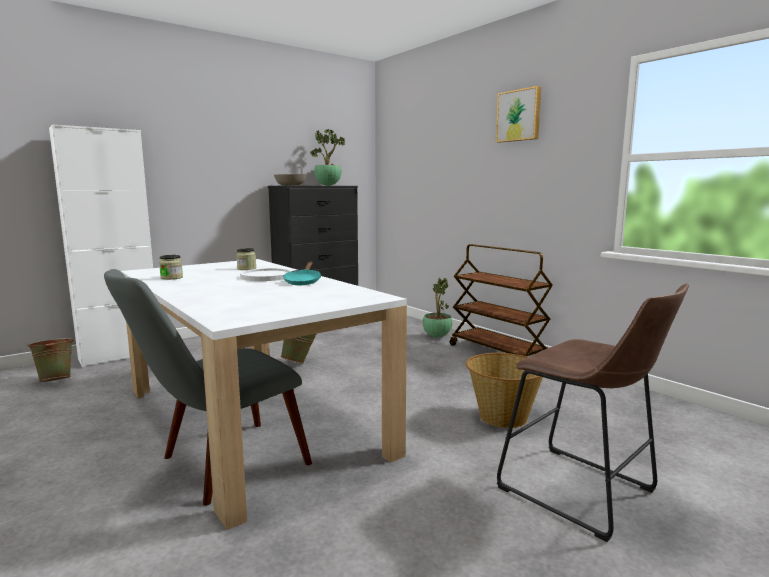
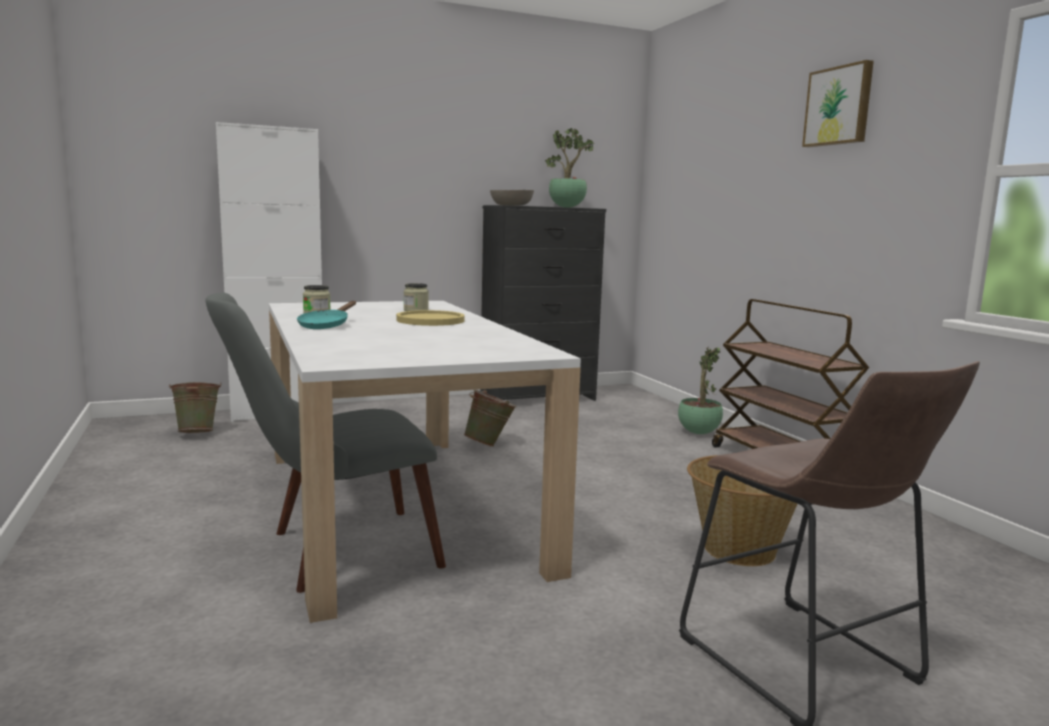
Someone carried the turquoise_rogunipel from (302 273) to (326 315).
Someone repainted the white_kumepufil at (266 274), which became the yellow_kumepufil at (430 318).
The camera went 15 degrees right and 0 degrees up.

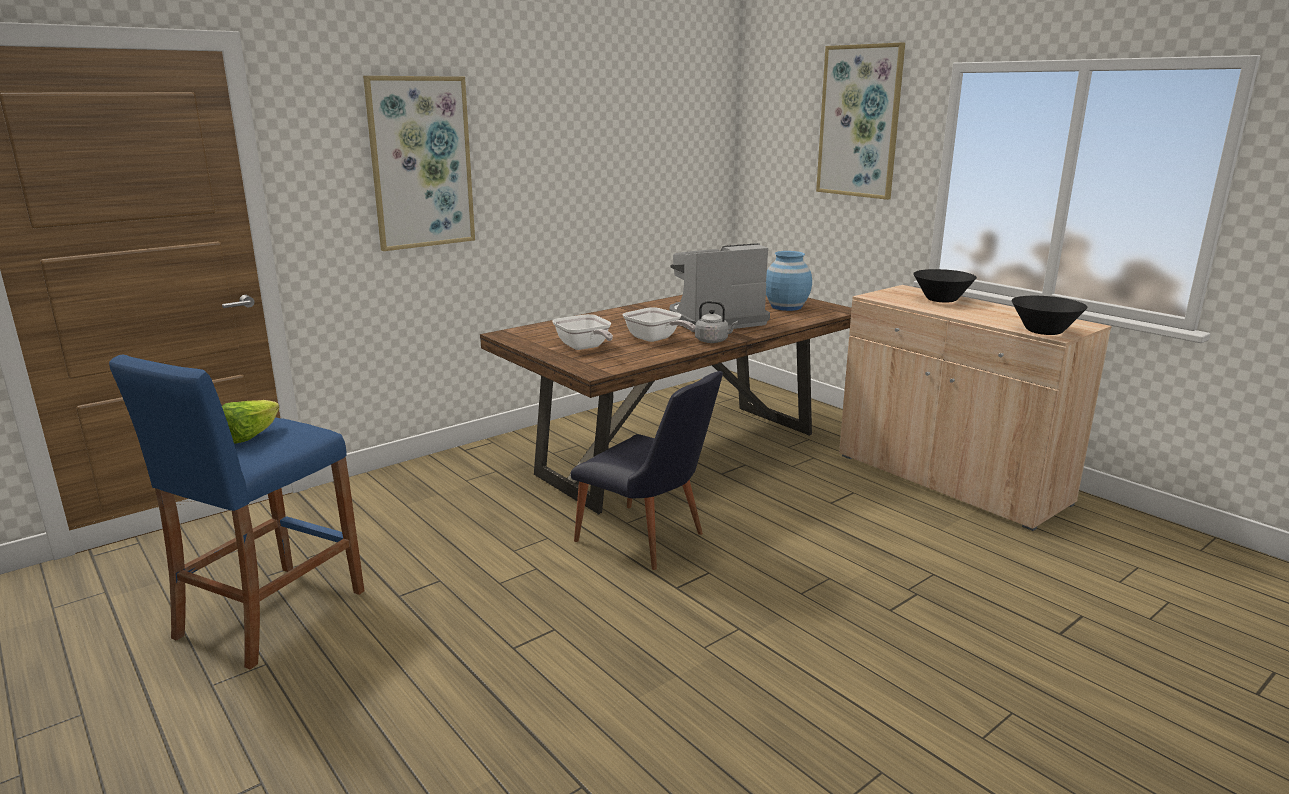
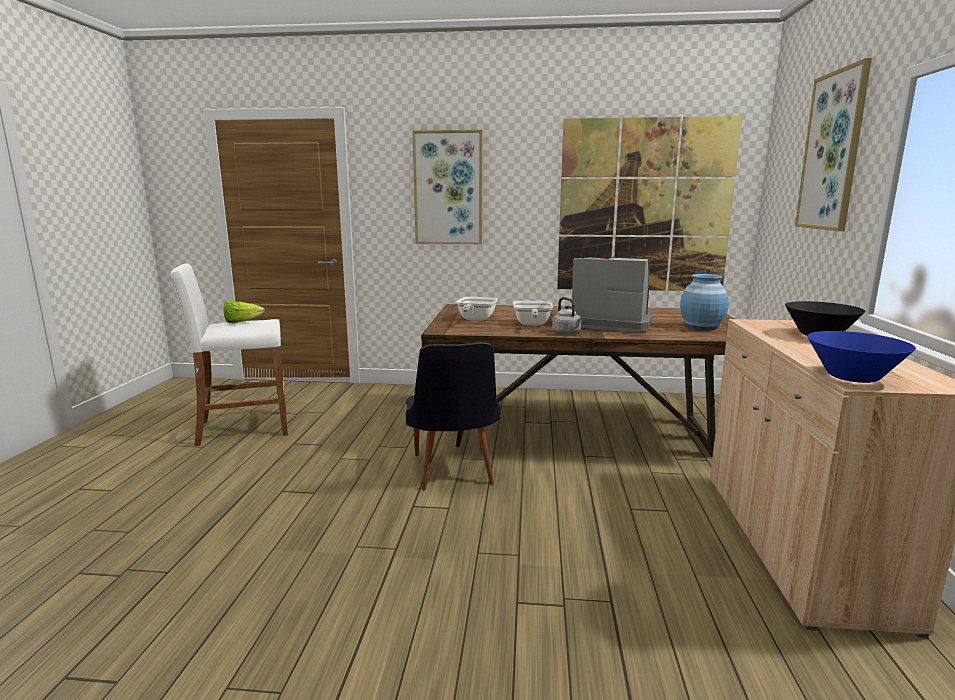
Someone repainted the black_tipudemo at (1049 315), which became the blue_tipudemo at (861 357).
Someone repainted the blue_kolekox at (236 511), which became the white_kolekox at (229 354).
Someone put up the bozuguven at (649 203).
The camera went 45 degrees right and 5 degrees down.

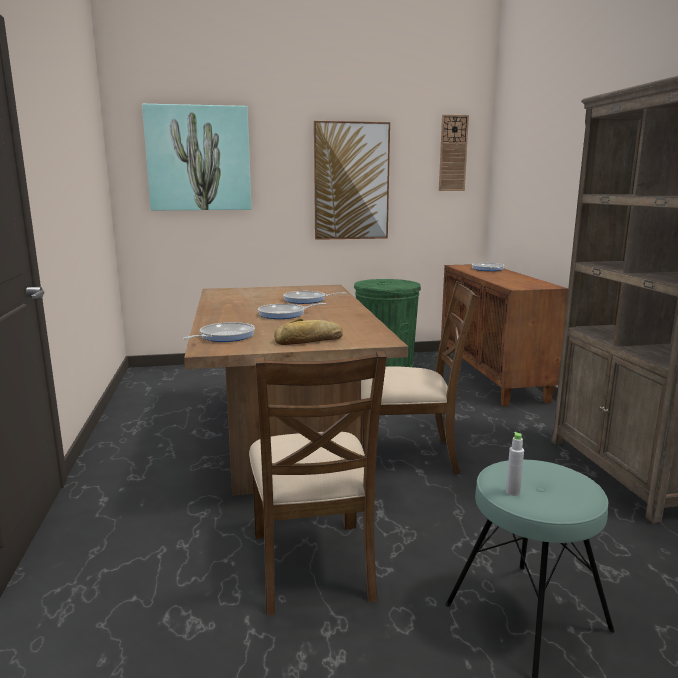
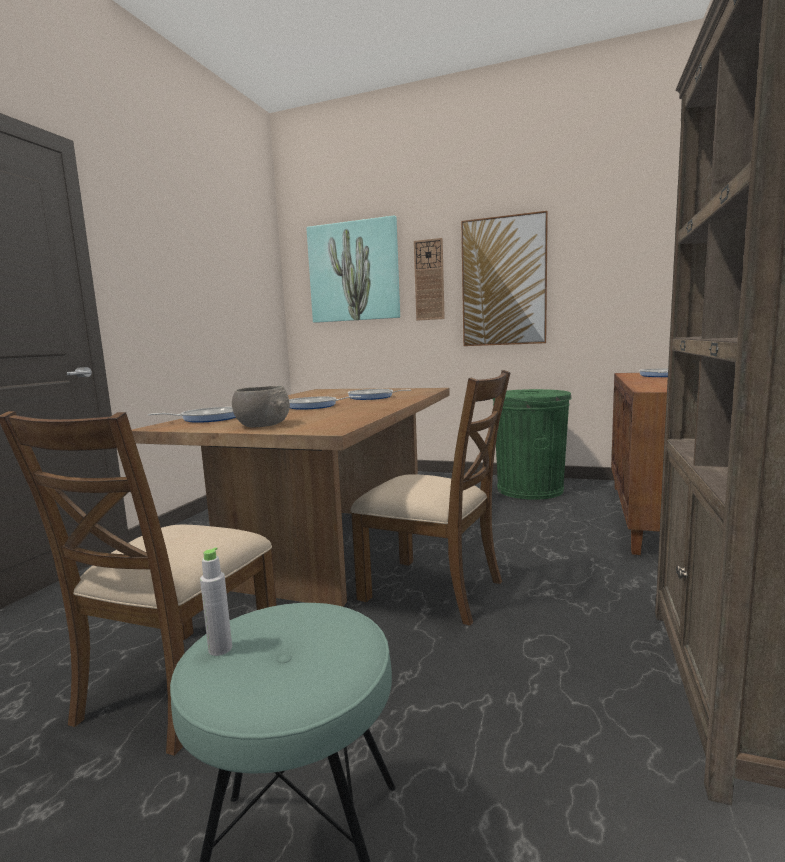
Someone carried the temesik from (454 153) to (429 279).
Someone swapped the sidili at (308 331) for the grey_tipudemo at (261 407).
The camera went 30 degrees right and 5 degrees down.

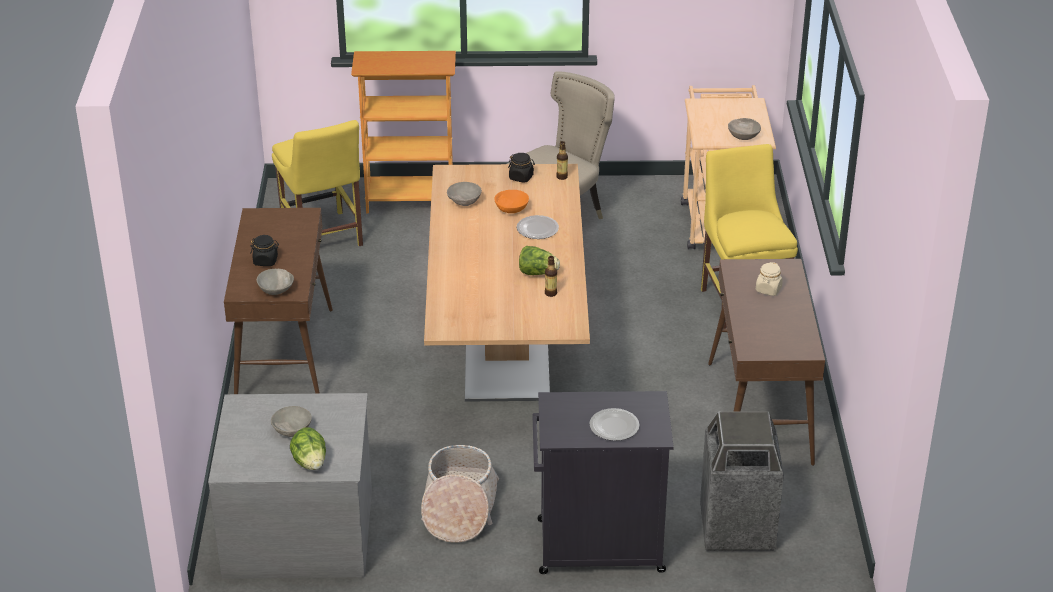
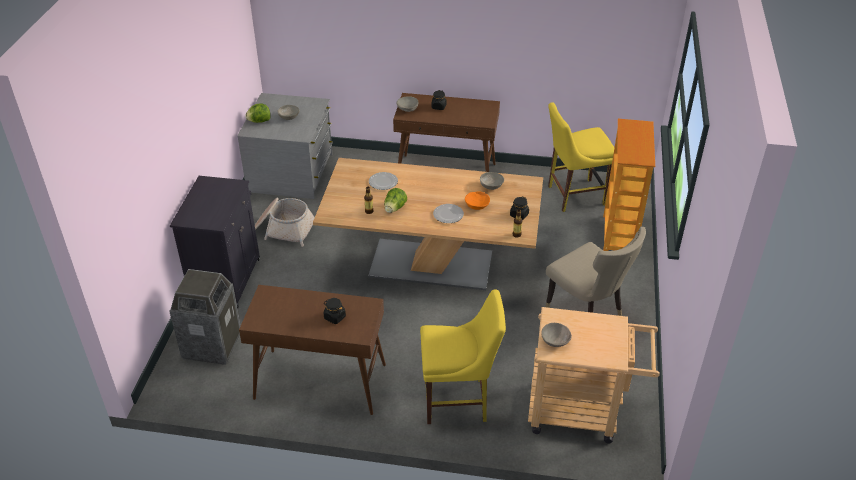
Someone repainted the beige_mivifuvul at (769 279), which became the black_mivifuvul at (335 311).
Someone carried the kumepufil from (614 424) to (383 181).
The camera went 100 degrees right and 5 degrees up.

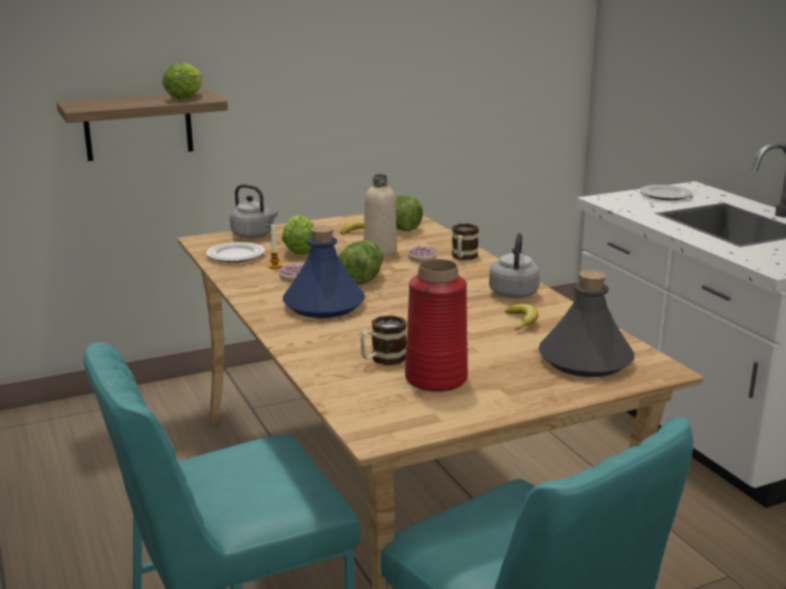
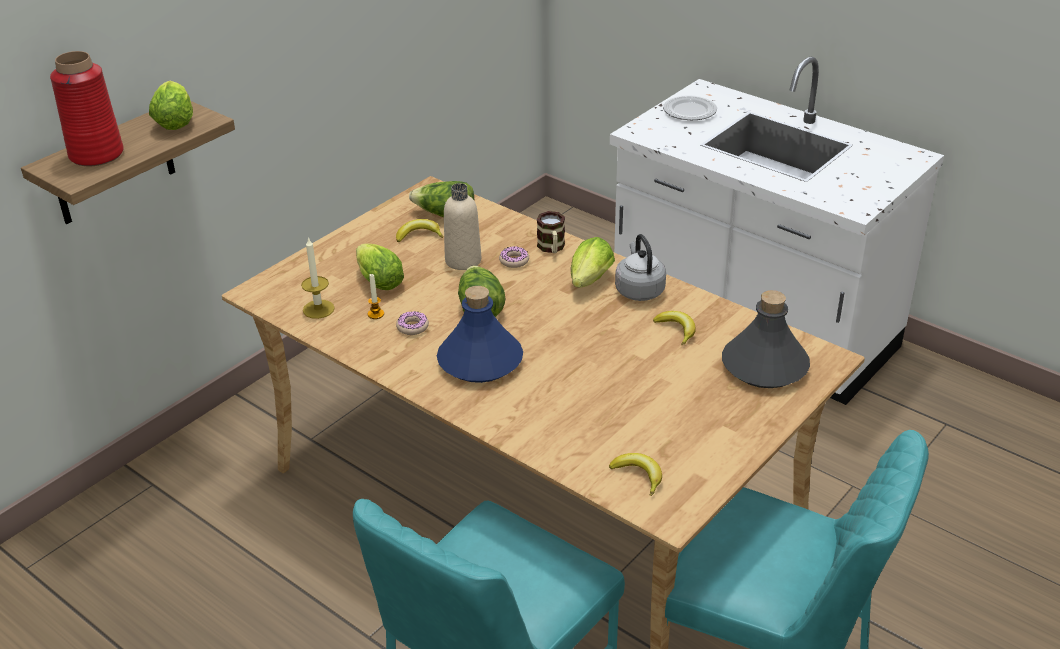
Someone took away the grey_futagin at (254 211).
Someone swapped the kumepufil at (235 252) for the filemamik at (318 278).
Someone carried the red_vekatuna from (436 325) to (87 108).
Someone took away the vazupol at (383 340).
Someone put down the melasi at (593 262).
Someone put down the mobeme at (635 474).
The camera went 25 degrees left and 15 degrees up.

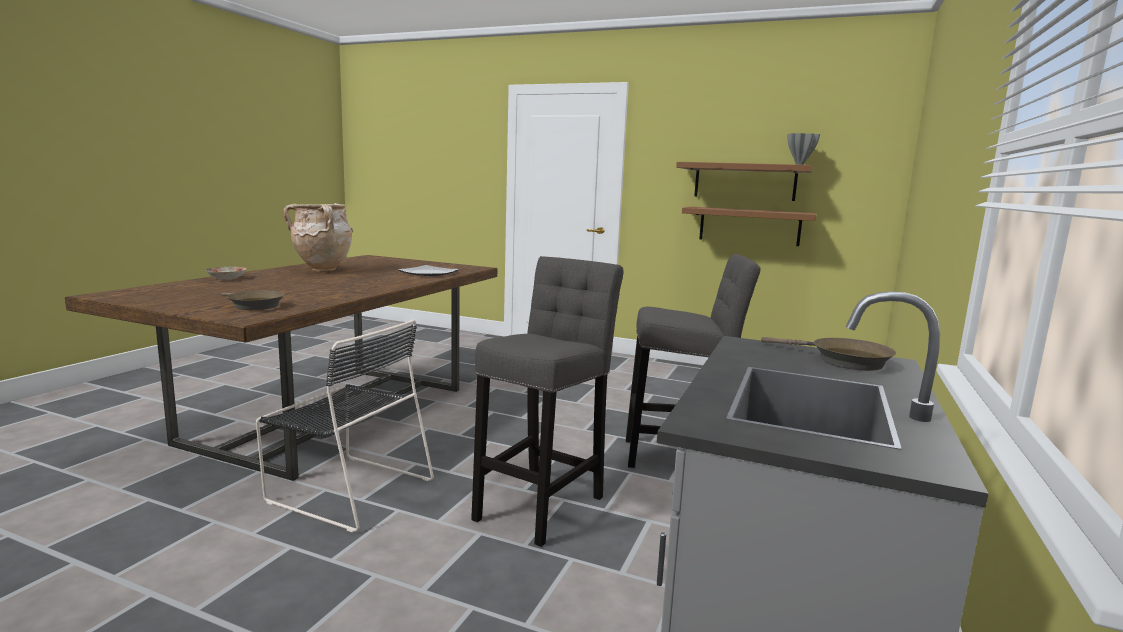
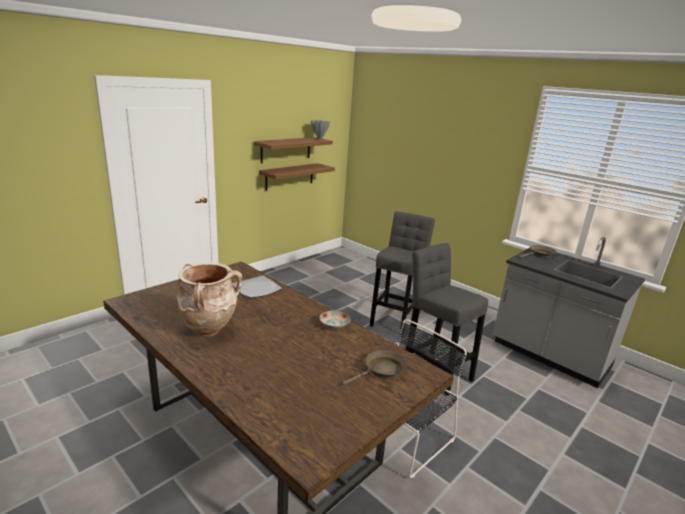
Someone carried the kumepufil from (226 273) to (335 320).
The camera went 70 degrees left and 10 degrees up.

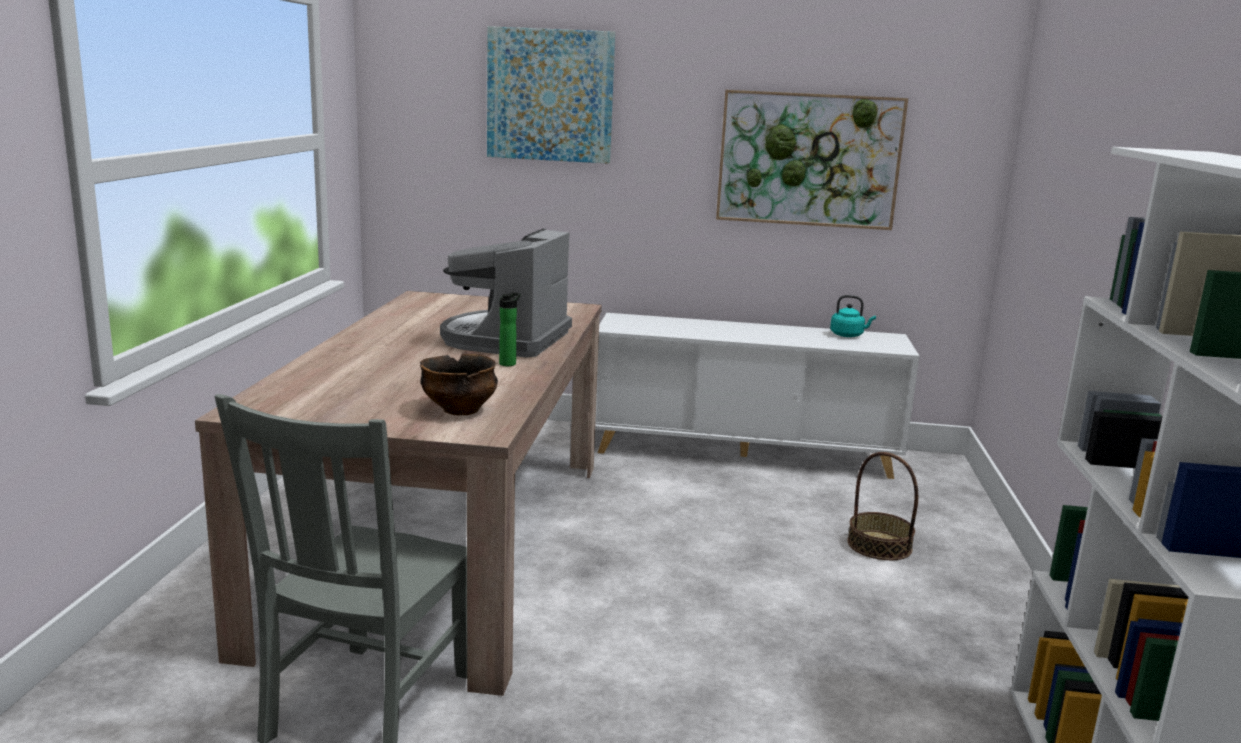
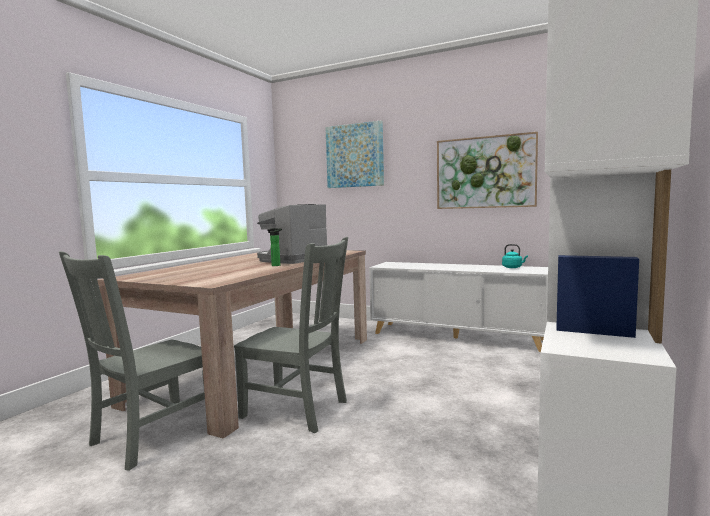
Someone took away the tipudemo at (459 384).
Someone took away the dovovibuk at (882 506).
Someone put down the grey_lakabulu at (291 335).
The camera went 20 degrees right and 10 degrees down.

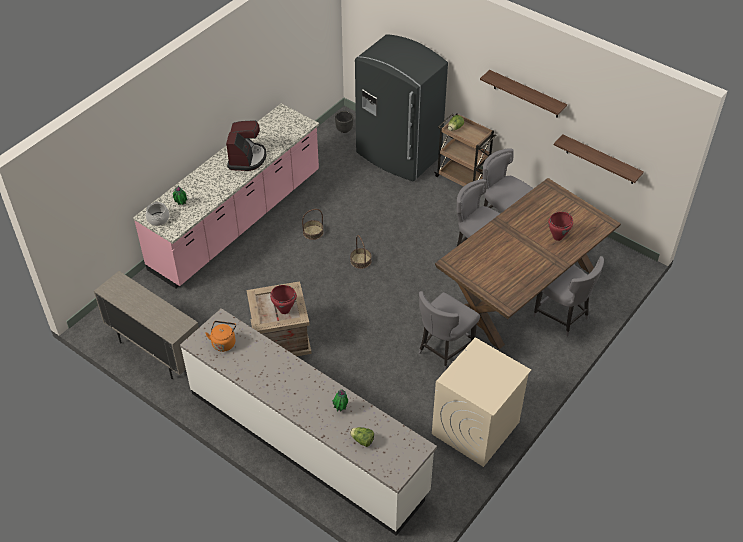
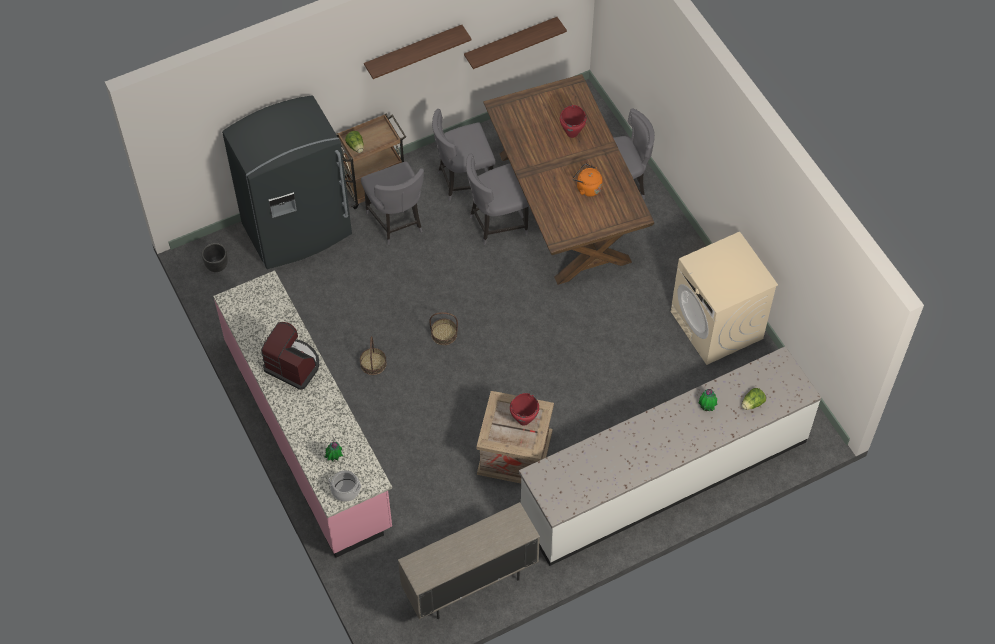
Someone carried the grey_lakabulu from (449 331) to (392 203).
Someone carried the orange_futagin from (220 336) to (588 180).
The camera went 65 degrees left and 10 degrees up.

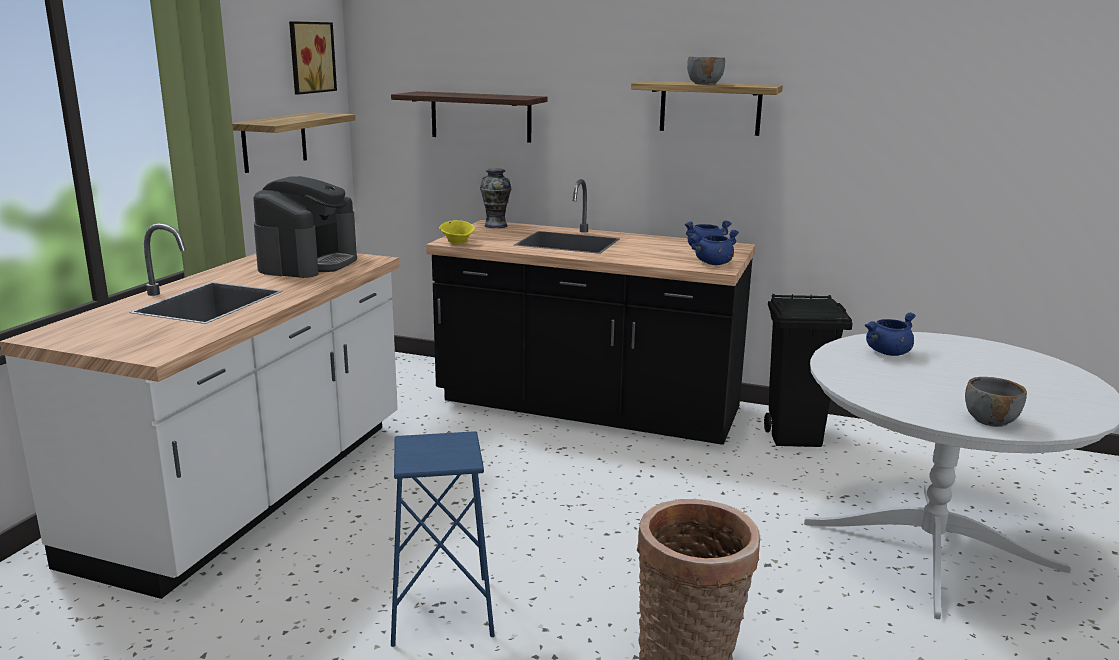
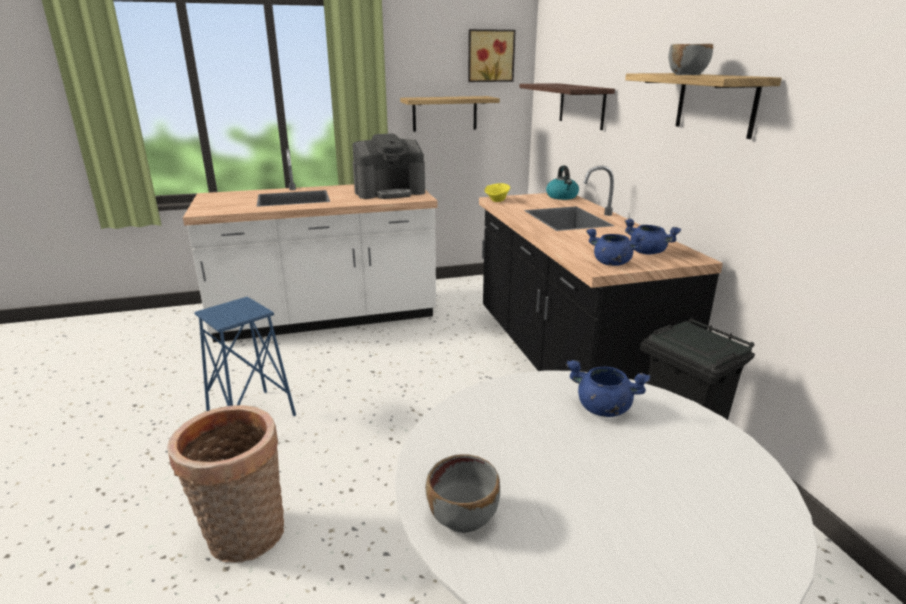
Someone swapped the vekatuna at (496 198) for the futagin at (562 183).
The camera went 55 degrees right and 5 degrees up.

